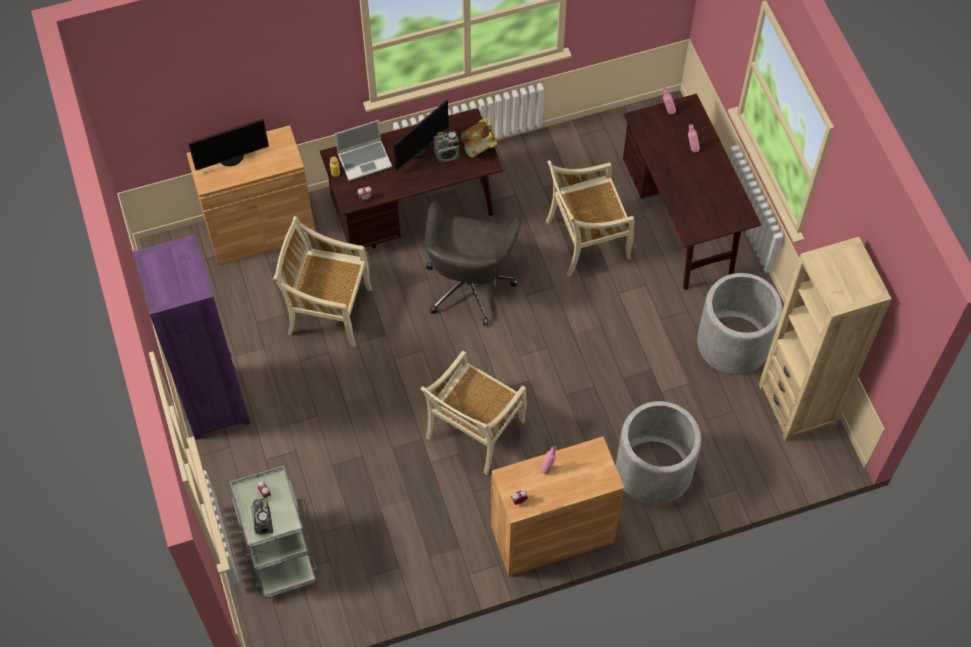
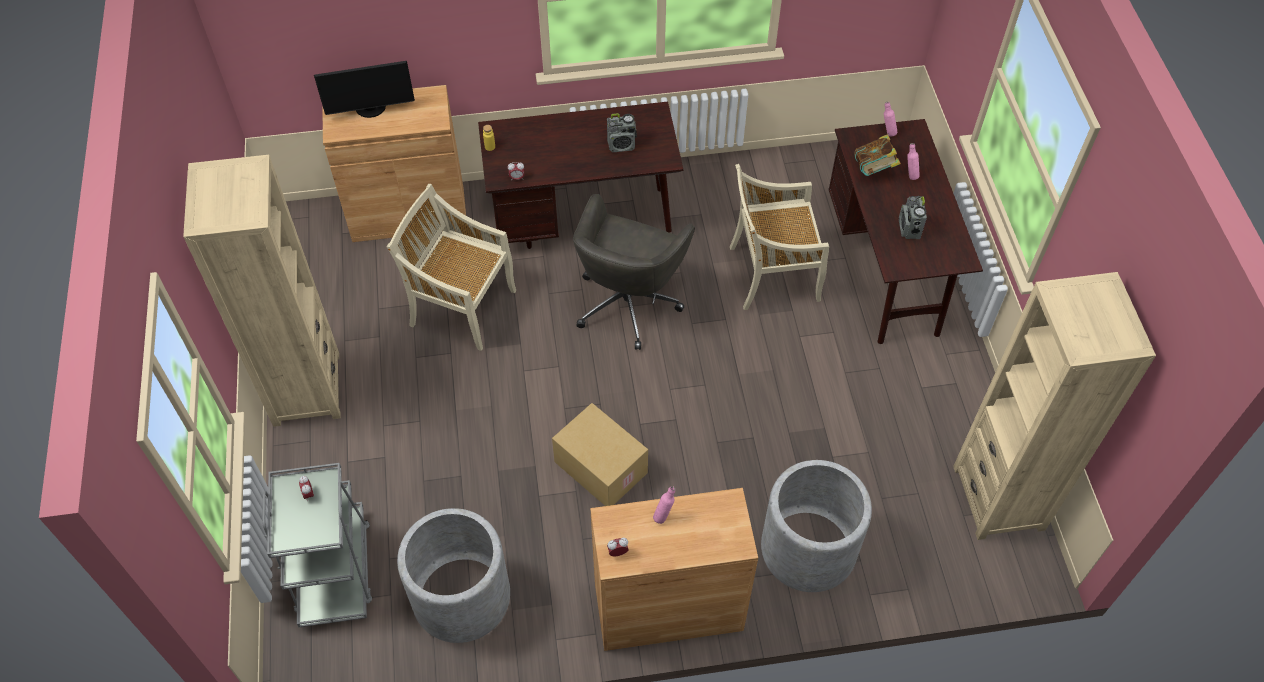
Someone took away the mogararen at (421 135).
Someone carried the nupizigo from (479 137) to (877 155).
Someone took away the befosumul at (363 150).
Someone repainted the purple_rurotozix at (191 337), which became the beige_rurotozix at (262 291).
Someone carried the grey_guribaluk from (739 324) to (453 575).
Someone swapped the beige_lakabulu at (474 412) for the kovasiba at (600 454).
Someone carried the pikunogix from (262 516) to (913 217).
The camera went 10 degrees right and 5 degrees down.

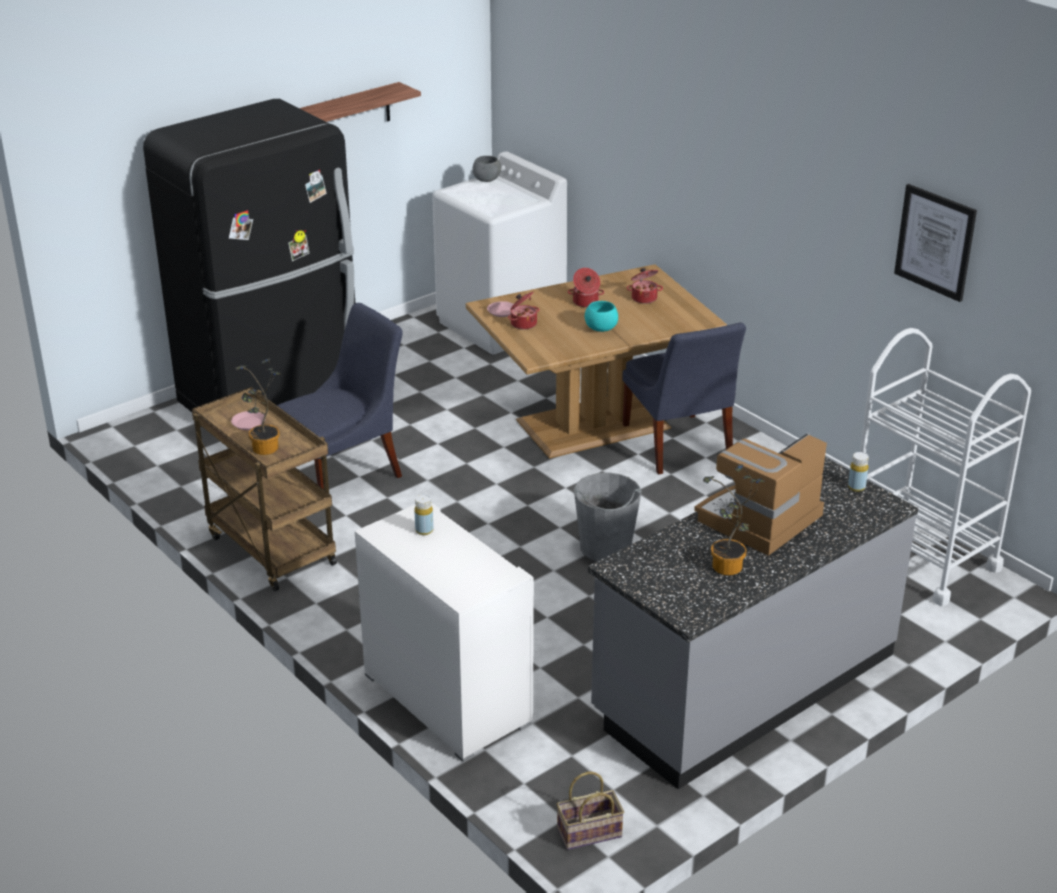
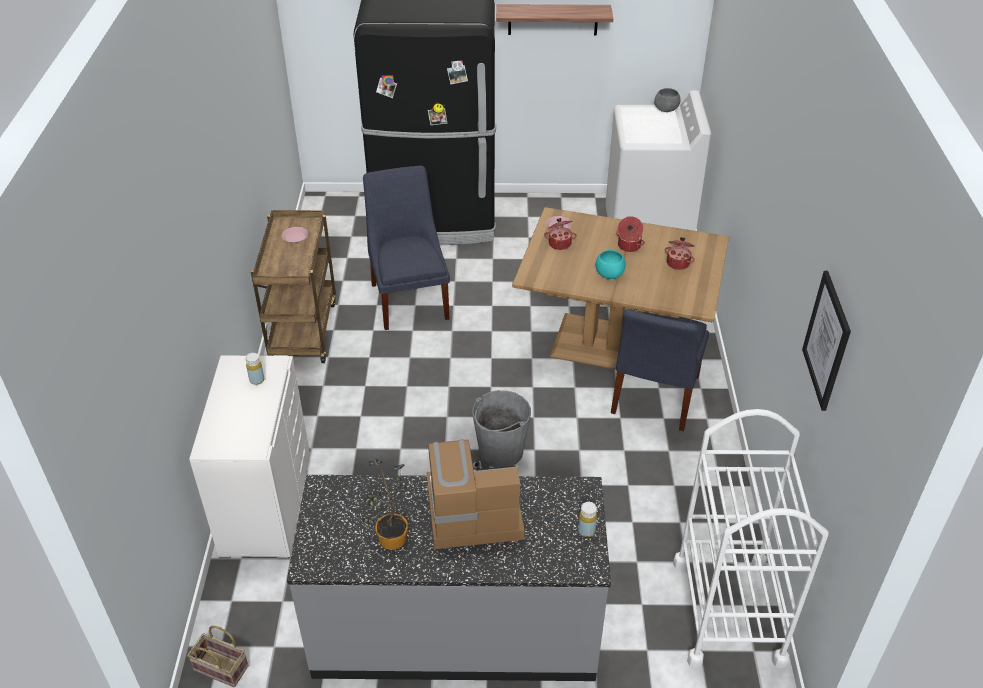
Someone rotated the blue_lakabulu at (340 396) by 105 degrees counterclockwise.
Someone took away the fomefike at (258 406).
The camera went 40 degrees right and 10 degrees up.

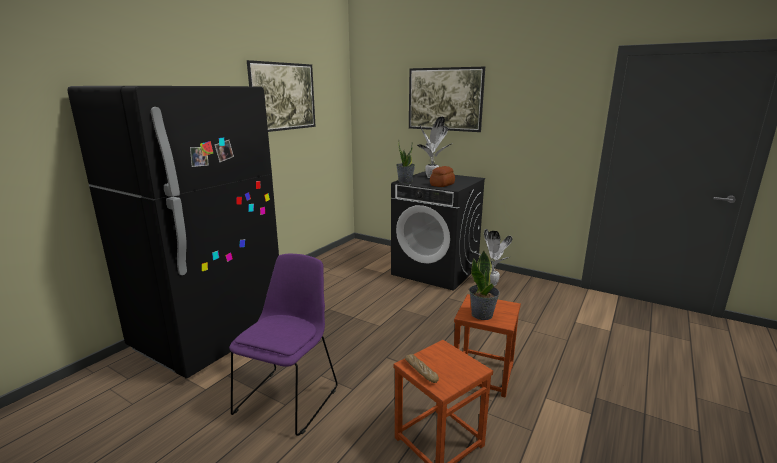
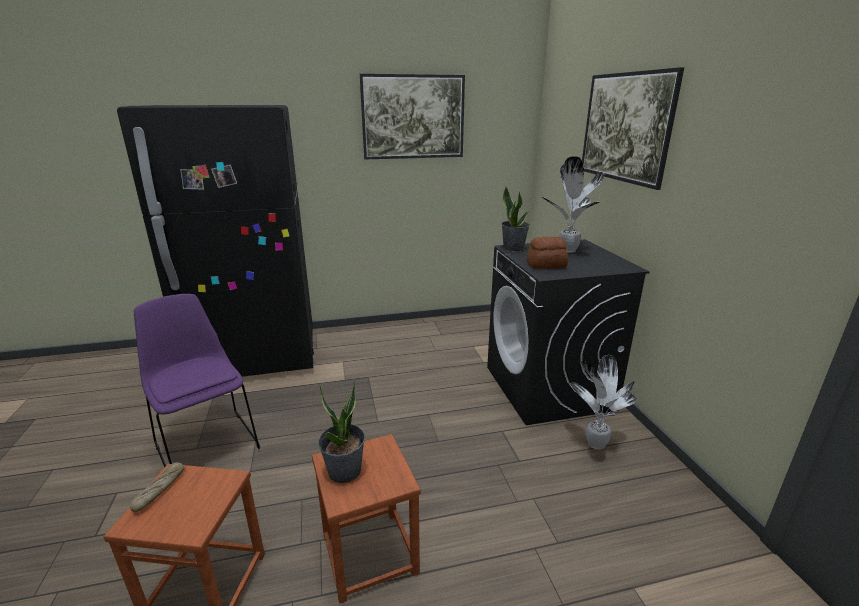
Someone rotated the purple_lakabulu at (283 345) by 105 degrees counterclockwise.
The camera went 45 degrees right and 5 degrees up.

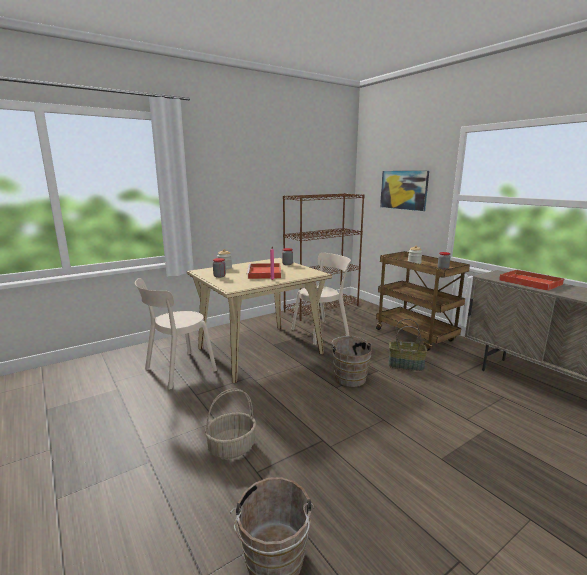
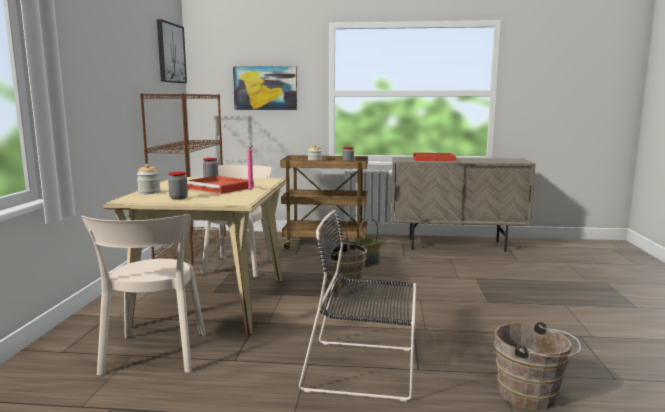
Someone swapped the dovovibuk at (230 424) for the black_lakabulu at (357 305).
Someone put up the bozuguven at (172 51).
The camera went 50 degrees left and 5 degrees down.

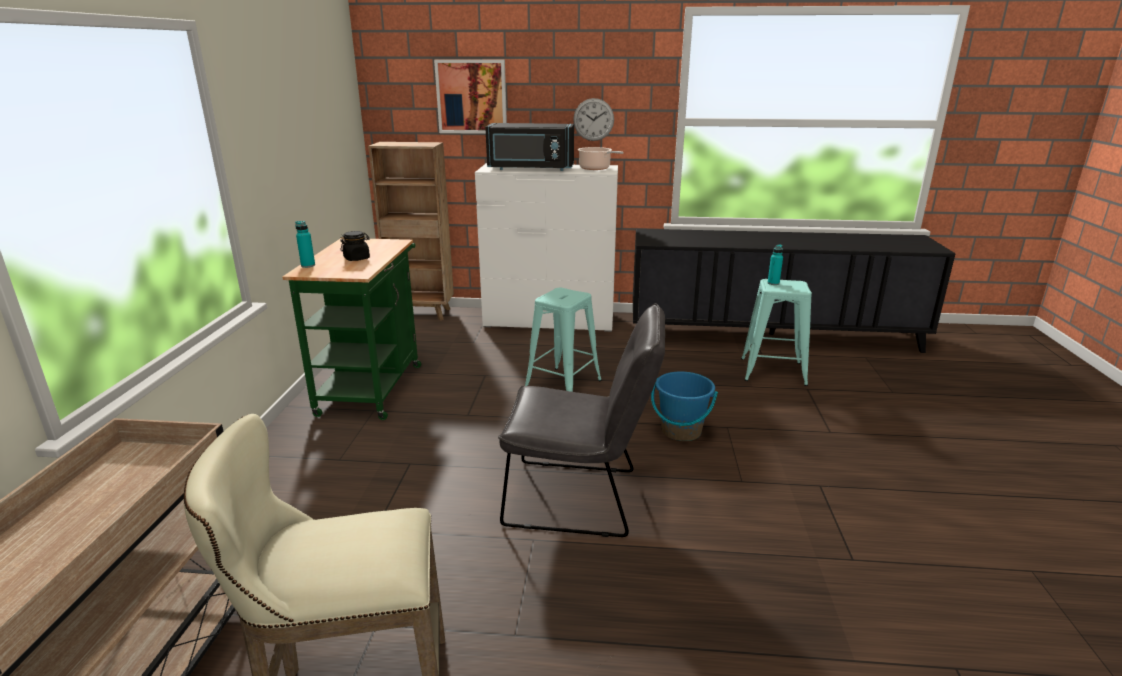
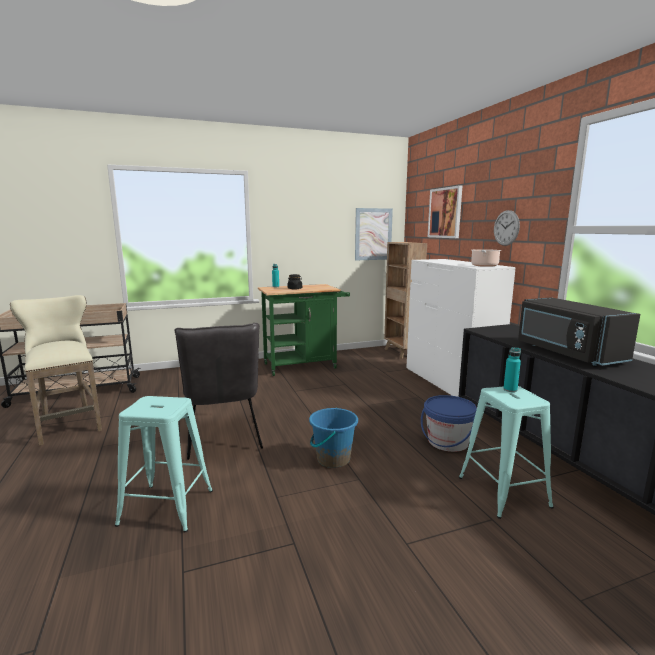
Someone carried the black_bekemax from (529 147) to (579 331).
Someone carried the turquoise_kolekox from (563 340) to (164 464).
Someone put up the bozuguven at (374 234).
Someone put down the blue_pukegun at (449 423).
The camera went 65 degrees right and 10 degrees down.

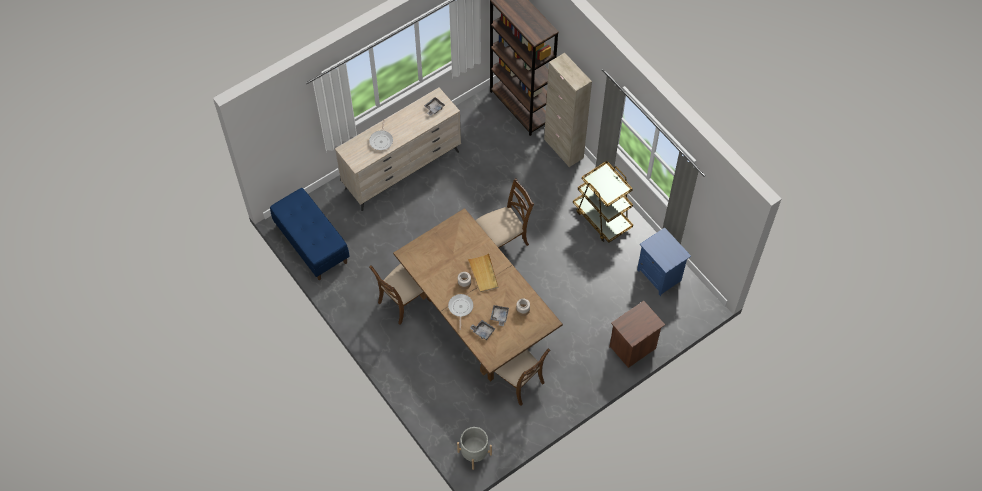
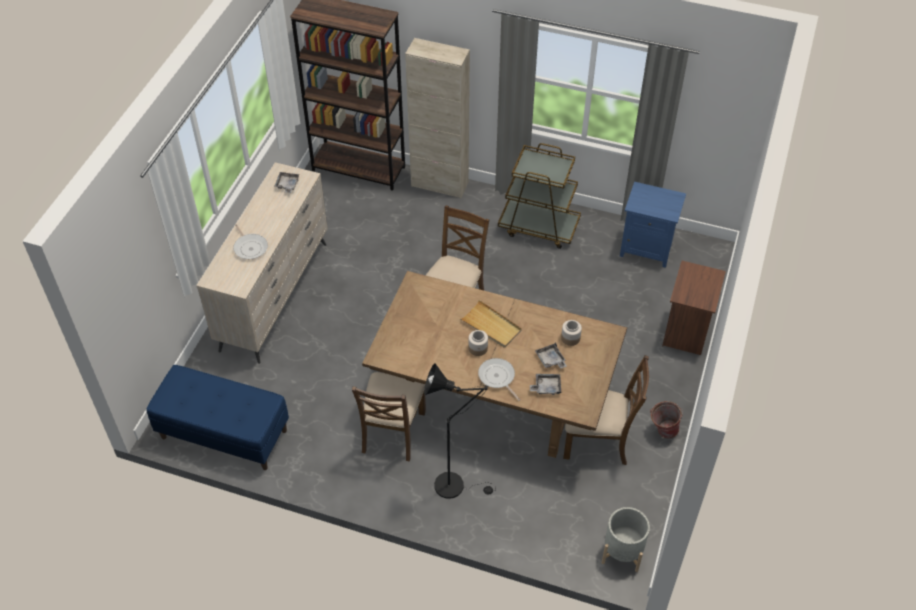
Someone put down the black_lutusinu at (460 431).
Someone put down the pukegun at (666 419).
The camera went 35 degrees left and 10 degrees down.

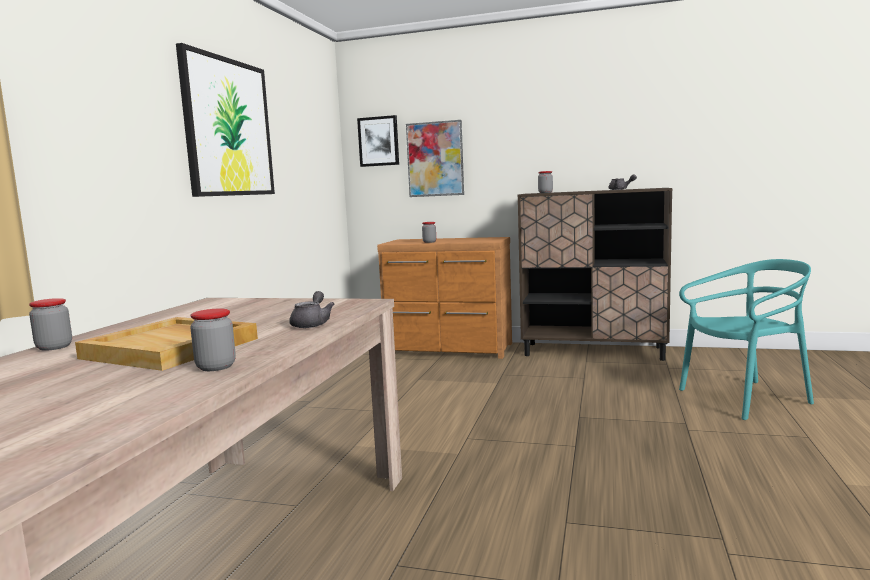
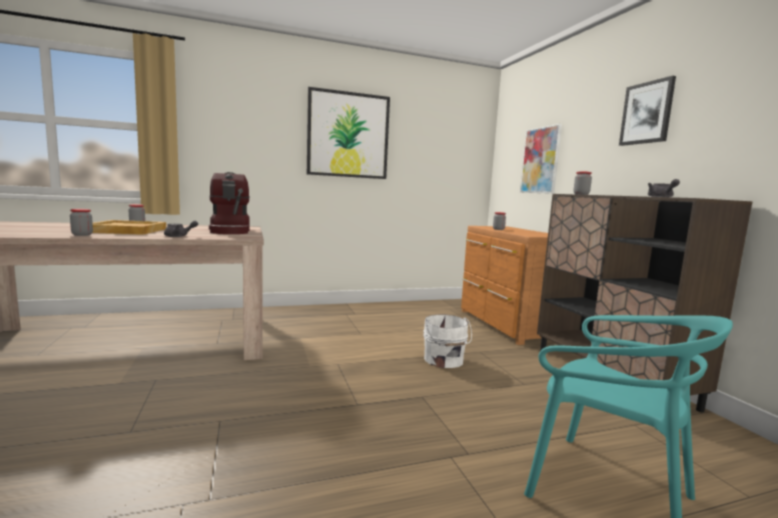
Someone carried the bozuguven from (378 141) to (647 111).
Someone put down the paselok at (229 203).
Someone put down the white_pukegun at (447 341).
The camera went 55 degrees right and 0 degrees up.

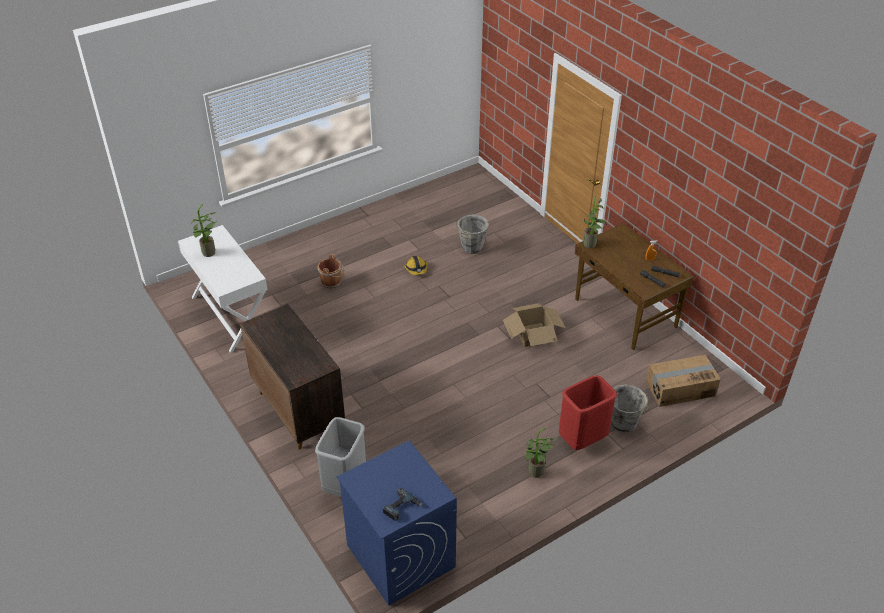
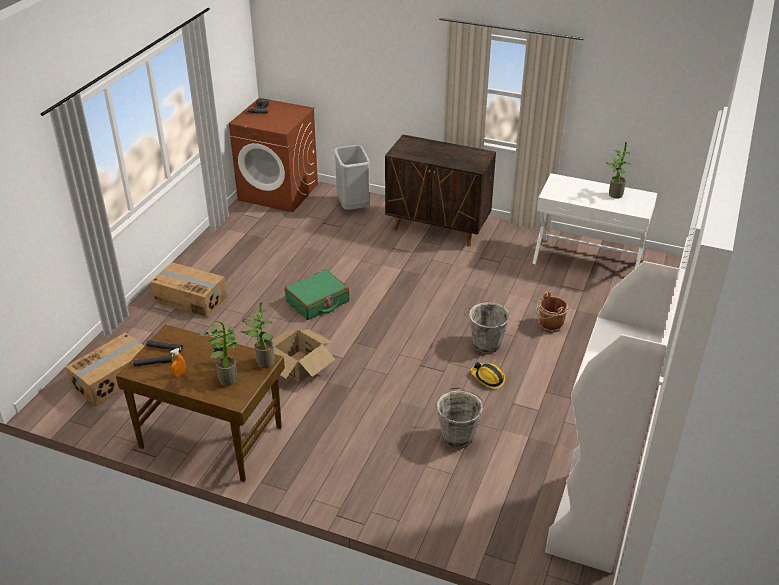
Someone swapped the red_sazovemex at (588 412) for the kovasiba at (189 289).
Someone carried the grey_pukegun from (630 409) to (487 327).
Someone carried the fomefike from (541 453) to (218 353).
Someone repainted the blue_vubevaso at (397 523), which became the brown_vubevaso at (273 155).
Someone put down the white_rurotozix at (615 417).
Someone put down the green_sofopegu at (317 295).
The camera went 145 degrees right and 5 degrees down.

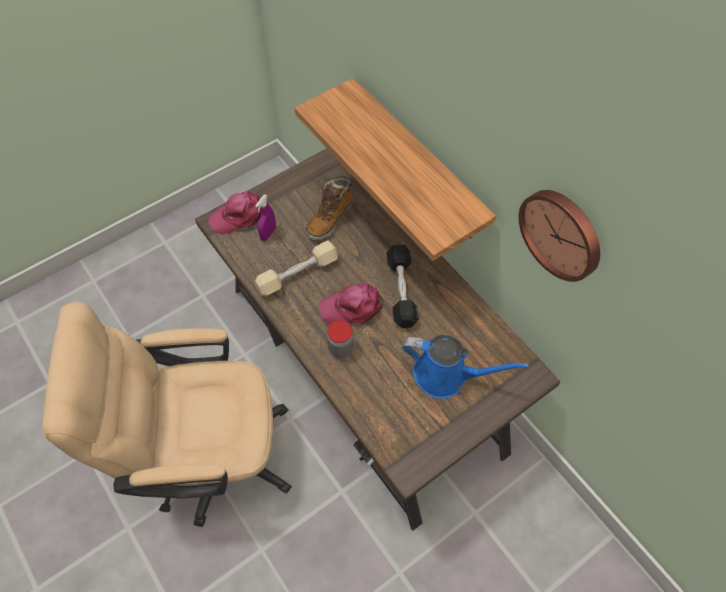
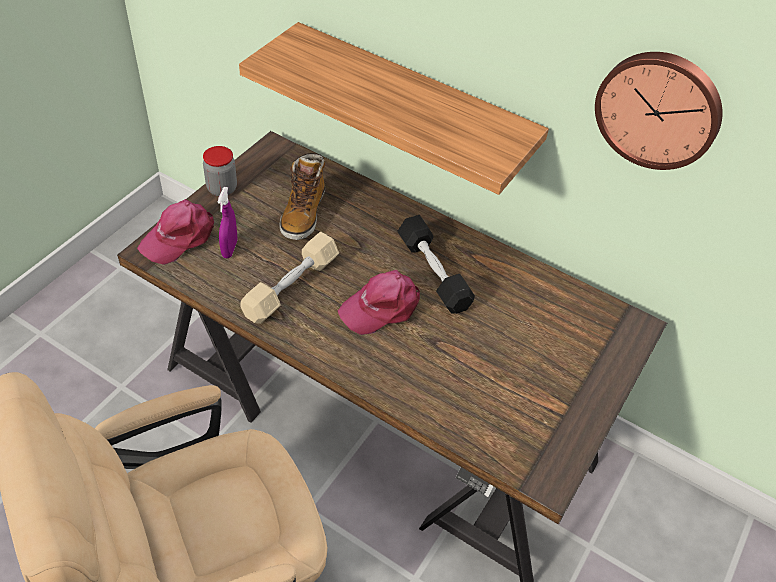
Someone carried the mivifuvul from (340 339) to (220 171).
Someone took away the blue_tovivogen at (465 367).
The camera went 25 degrees left and 10 degrees down.

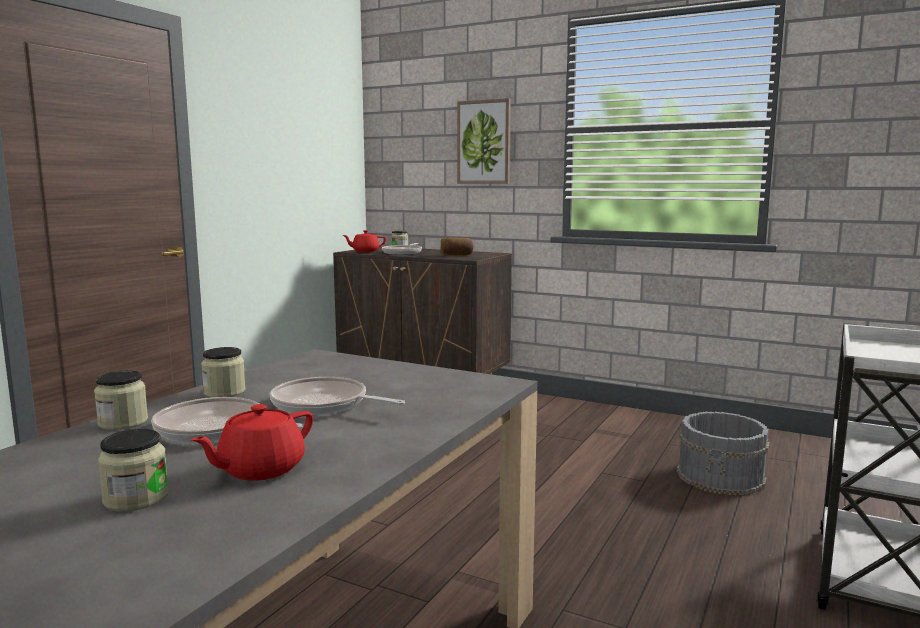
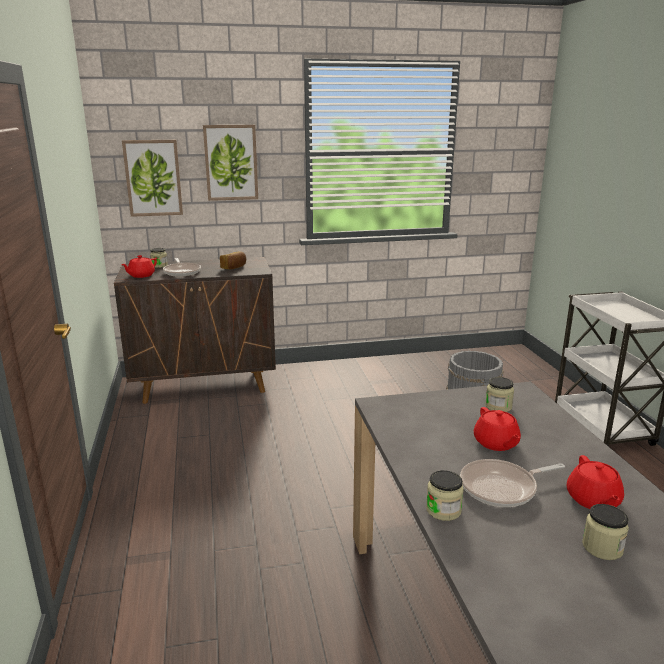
Someone carried the mivifuvul from (223 372) to (499 394).
Someone swapped the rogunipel at (337 396) for the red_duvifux at (497 429).
Someone put up the bozuguven at (152 178).
The camera went 40 degrees left and 10 degrees up.

